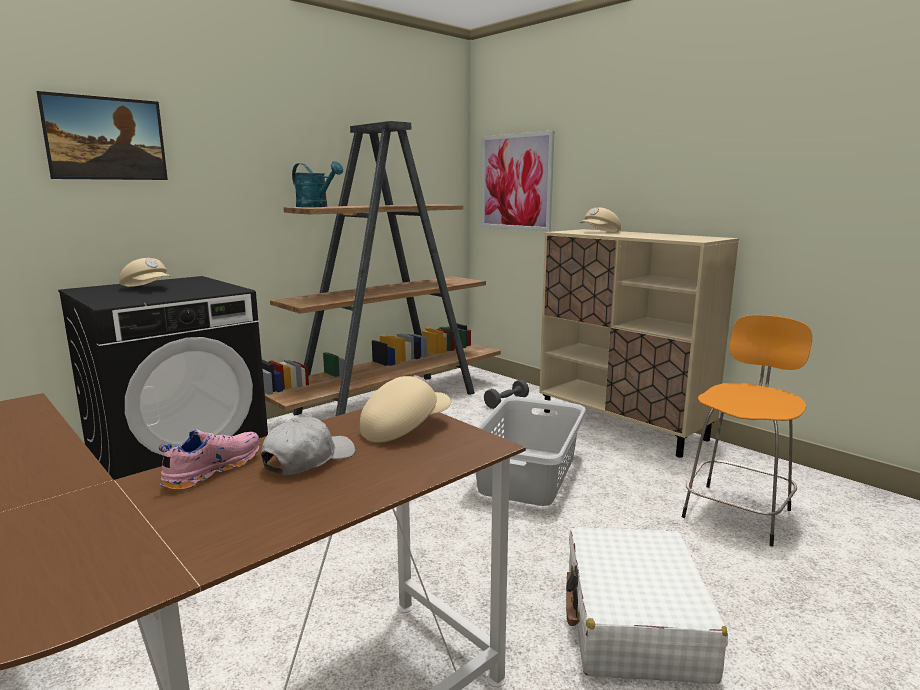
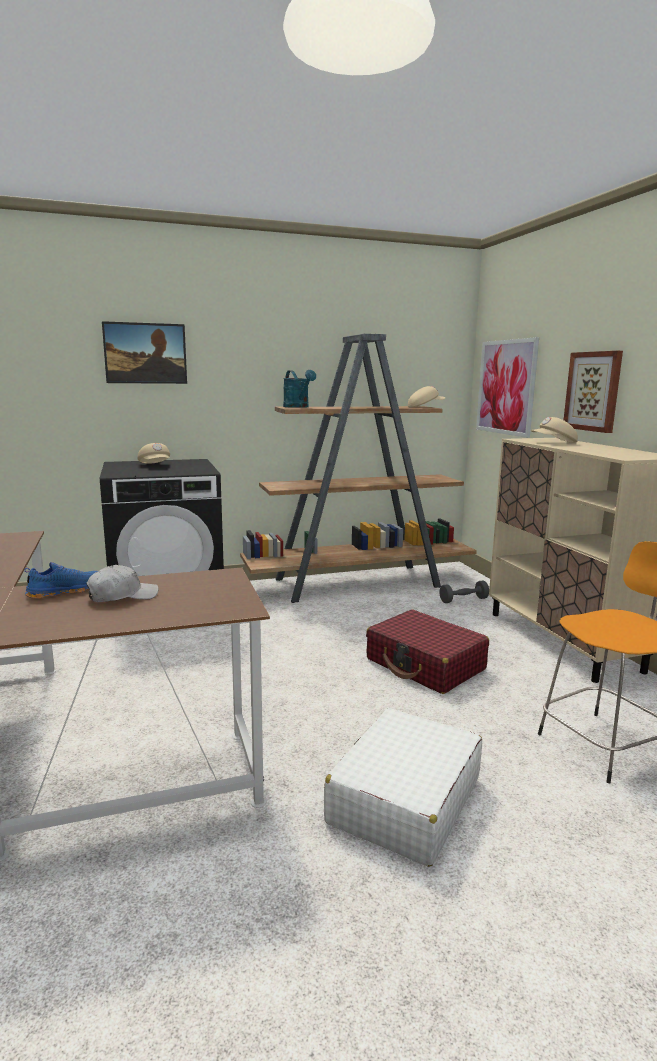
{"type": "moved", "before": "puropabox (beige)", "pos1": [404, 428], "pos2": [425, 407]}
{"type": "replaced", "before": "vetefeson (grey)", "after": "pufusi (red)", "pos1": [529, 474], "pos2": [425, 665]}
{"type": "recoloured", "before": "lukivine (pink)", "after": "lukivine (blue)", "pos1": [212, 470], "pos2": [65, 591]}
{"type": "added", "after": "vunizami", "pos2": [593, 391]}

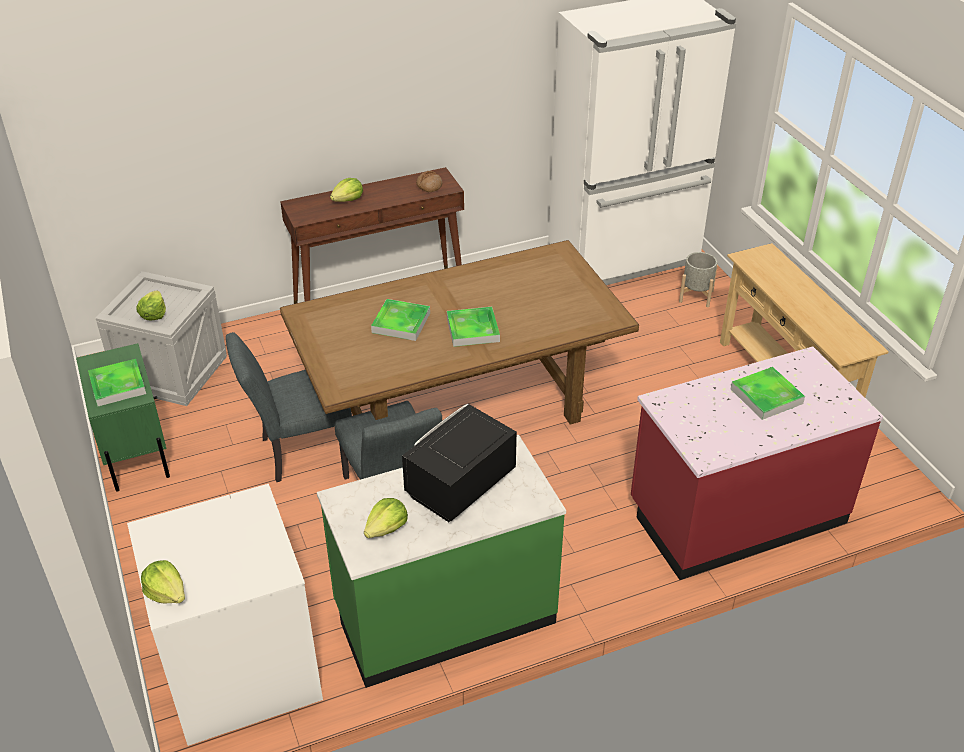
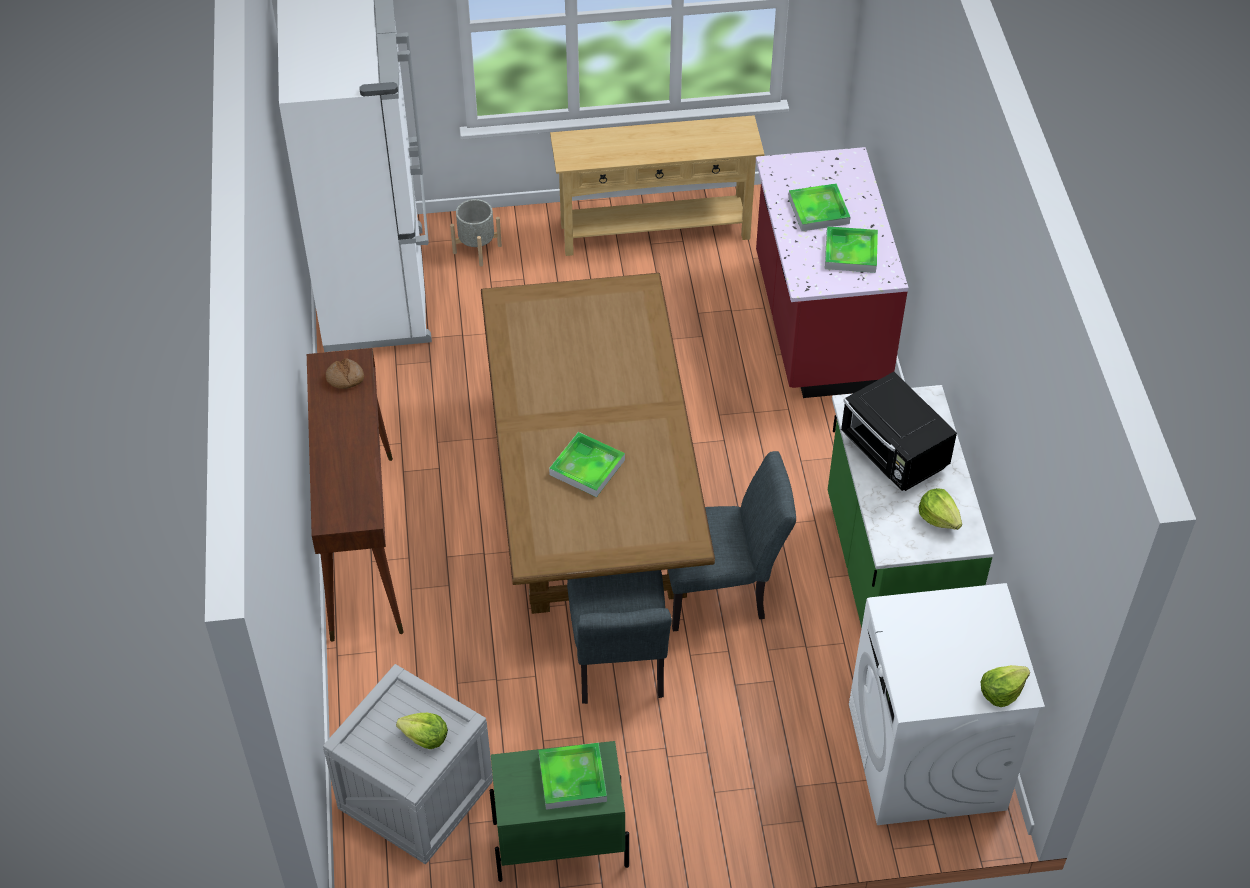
{"type": "removed", "before": "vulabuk", "pos1": [348, 200]}
{"type": "moved", "before": "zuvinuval", "pos1": [473, 329], "pos2": [850, 252]}

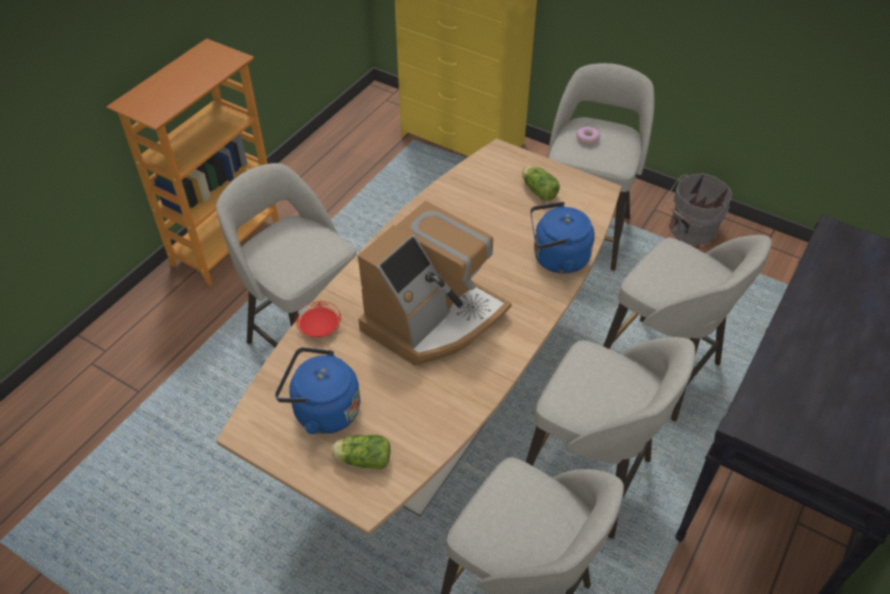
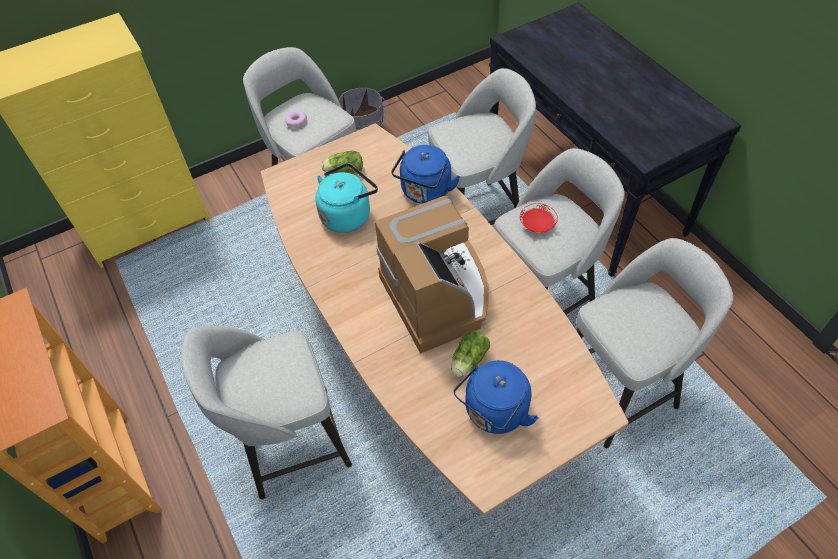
{"type": "moved", "before": "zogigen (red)", "pos1": [320, 328], "pos2": [537, 225]}
{"type": "moved", "before": "vulabuk", "pos1": [362, 459], "pos2": [468, 361]}
{"type": "added", "after": "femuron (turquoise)", "pos2": [348, 215]}

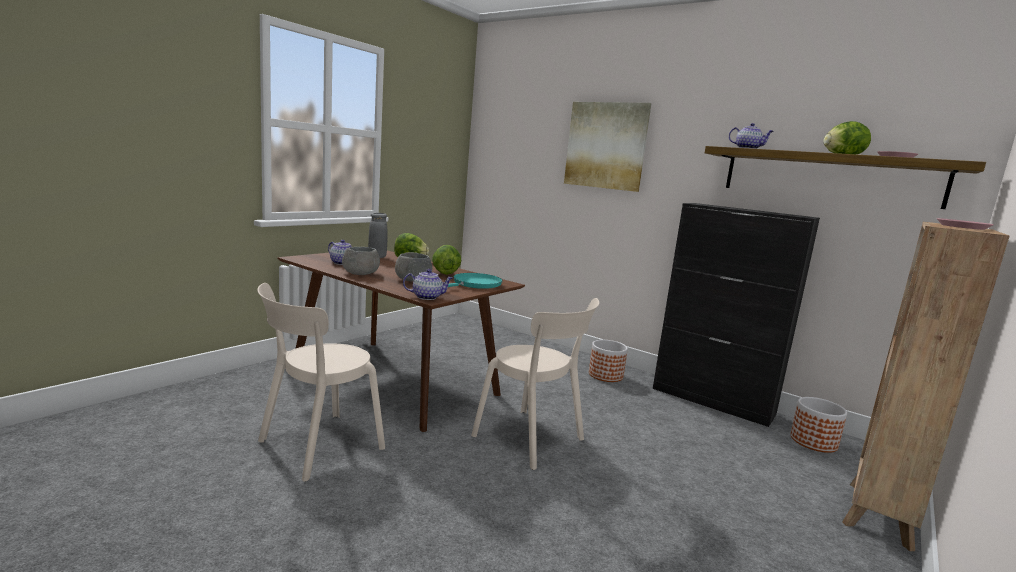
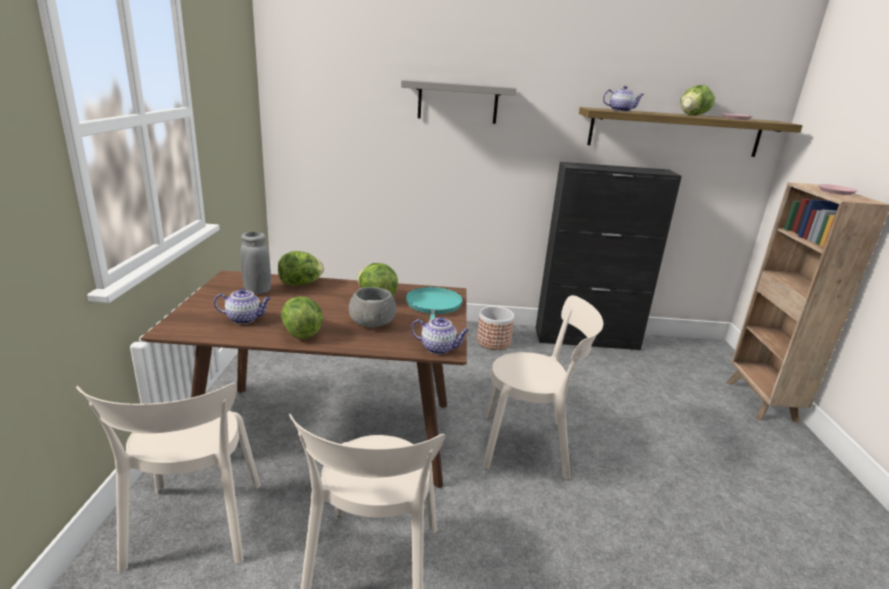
{"type": "replaced", "before": "vunizami", "after": "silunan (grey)", "pos1": [606, 146], "pos2": [457, 102]}
{"type": "replaced", "before": "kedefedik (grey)", "after": "vulabuk", "pos1": [360, 273], "pos2": [301, 332]}
{"type": "turned", "before": "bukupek", "pos1": [427, 297], "pos2": [439, 348], "turn": 60}
{"type": "removed", "before": "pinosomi", "pos1": [813, 442]}
{"type": "added", "after": "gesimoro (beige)", "pos2": [194, 529]}

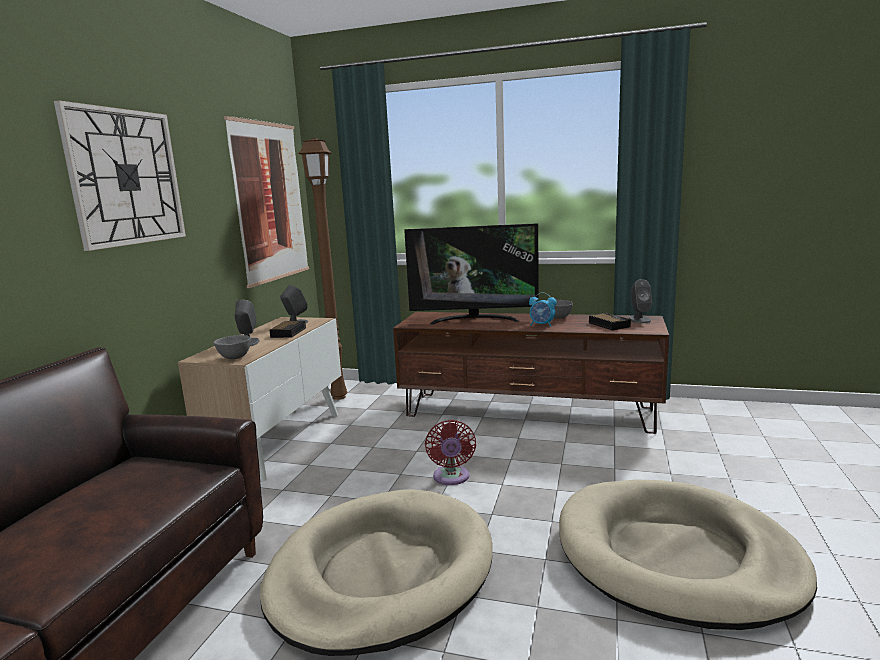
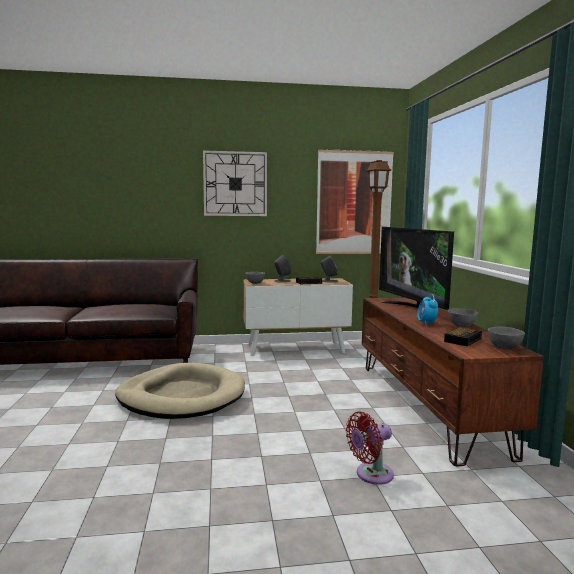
{"type": "replaced", "before": "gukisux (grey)", "after": "kedefedik (grey)", "pos1": [639, 319], "pos2": [505, 348]}
{"type": "moved", "before": "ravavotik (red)", "pos1": [451, 478], "pos2": [371, 475]}
{"type": "removed", "before": "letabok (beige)", "pos1": [676, 556]}

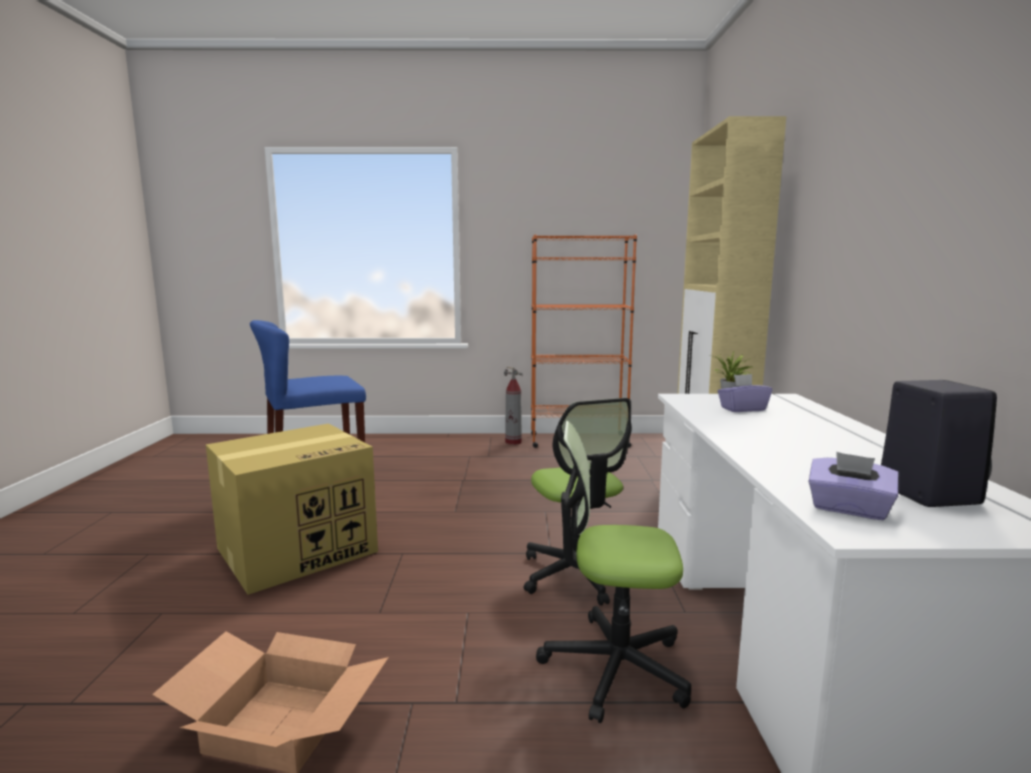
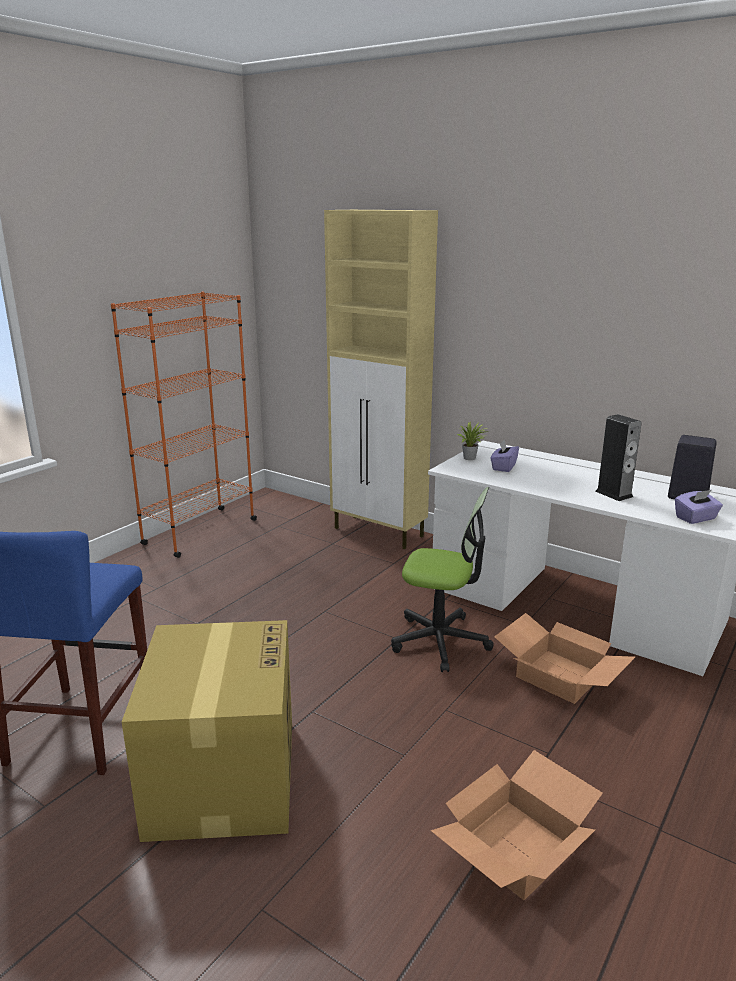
{"type": "removed", "before": "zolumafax", "pos1": [513, 442]}
{"type": "replaced", "before": "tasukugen", "after": "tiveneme", "pos1": [614, 666], "pos2": [558, 676]}
{"type": "added", "after": "gukisux", "pos2": [614, 494]}

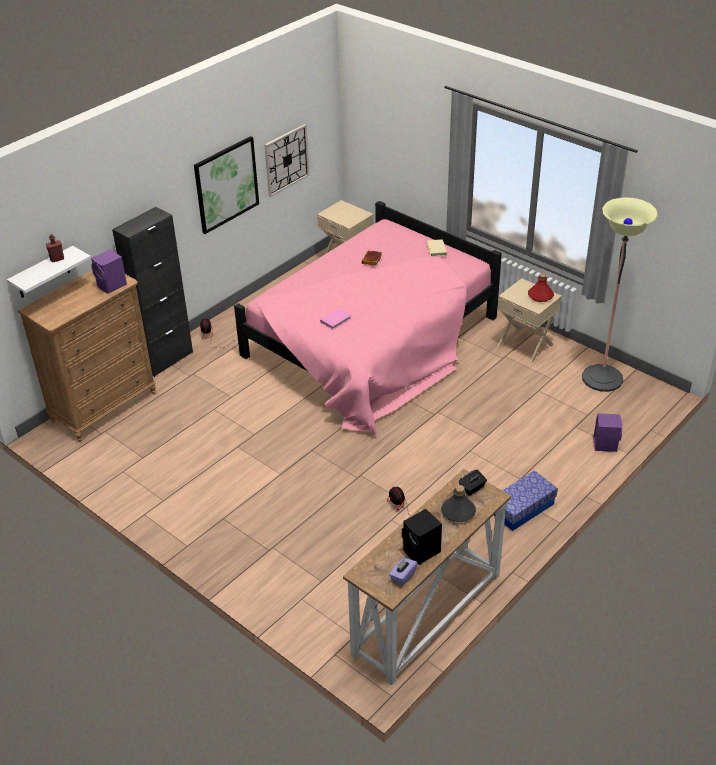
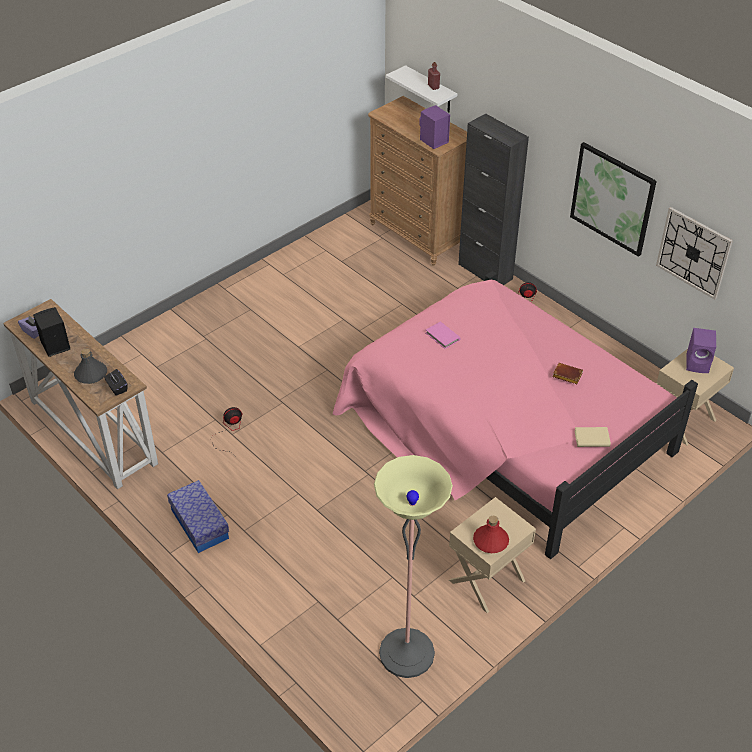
{"type": "moved", "before": "gukisux (purple)", "pos1": [605, 444], "pos2": [698, 364]}

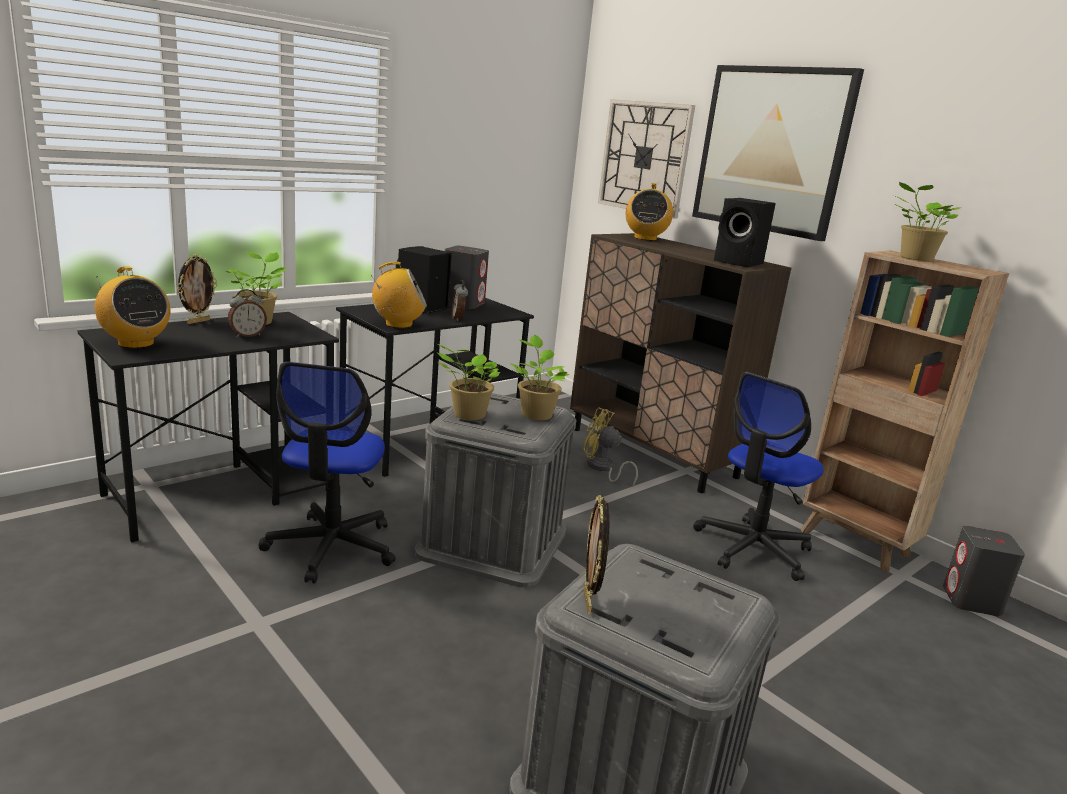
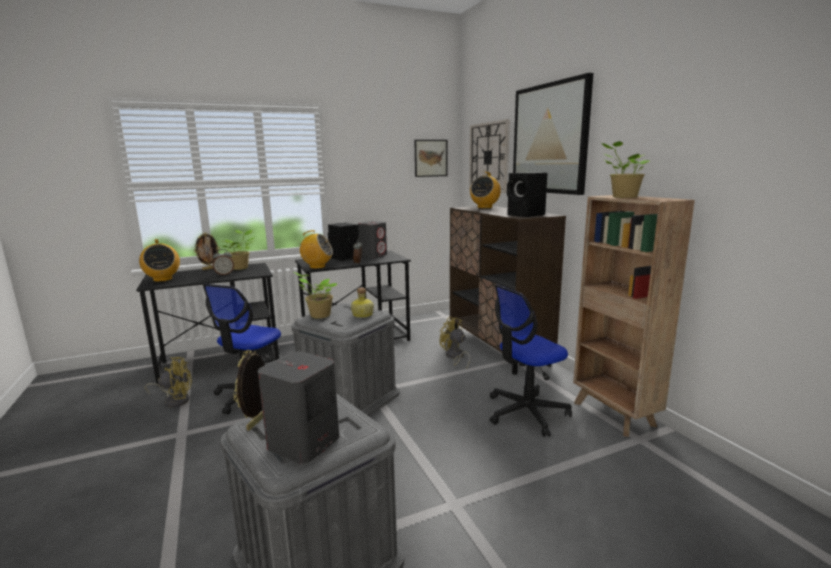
{"type": "replaced", "before": "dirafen", "after": "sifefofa", "pos1": [535, 414], "pos2": [362, 315]}
{"type": "moved", "before": "gukisux (grey)", "pos1": [971, 601], "pos2": [303, 443]}
{"type": "added", "after": "vunizami", "pos2": [431, 158]}
{"type": "added", "after": "ravavotik (yellow)", "pos2": [175, 400]}

